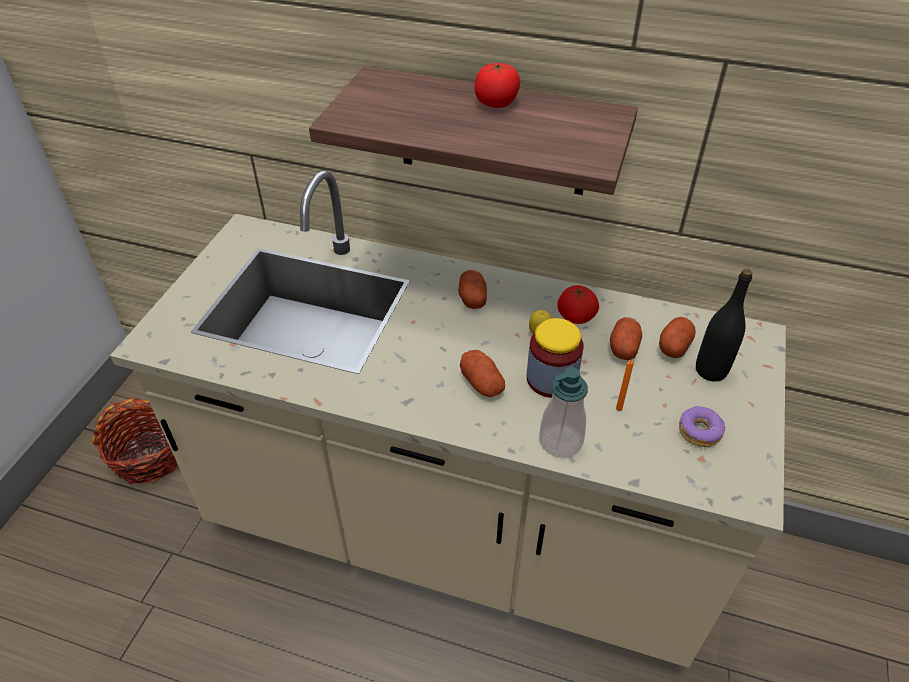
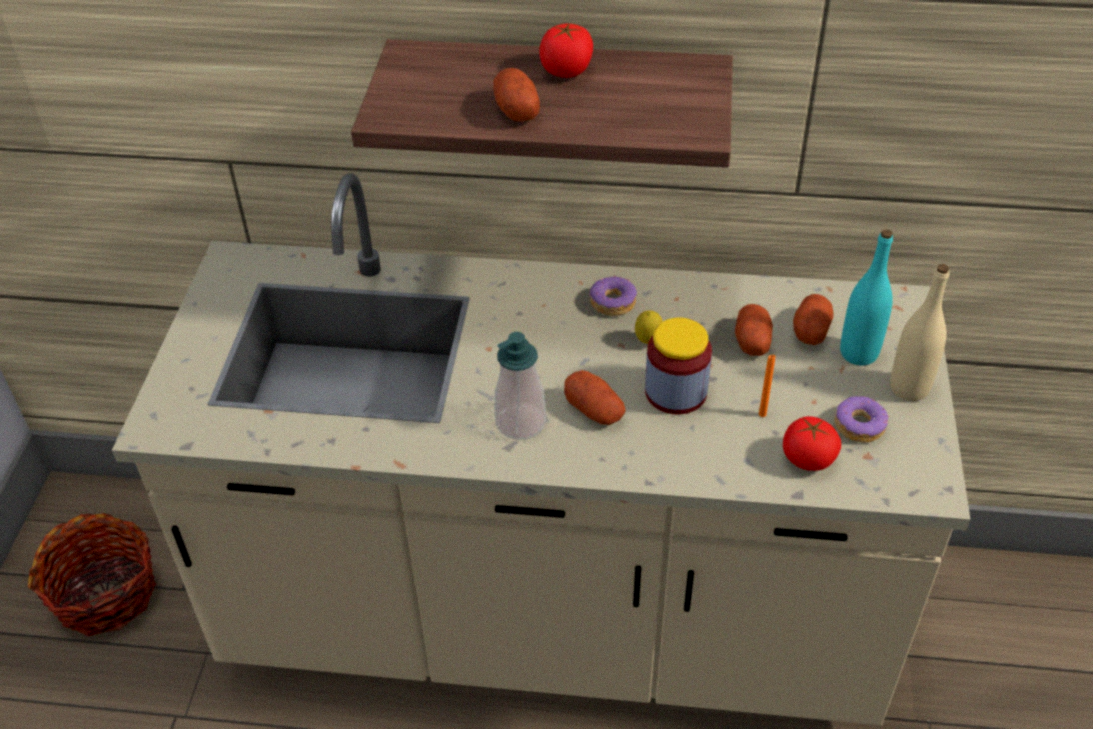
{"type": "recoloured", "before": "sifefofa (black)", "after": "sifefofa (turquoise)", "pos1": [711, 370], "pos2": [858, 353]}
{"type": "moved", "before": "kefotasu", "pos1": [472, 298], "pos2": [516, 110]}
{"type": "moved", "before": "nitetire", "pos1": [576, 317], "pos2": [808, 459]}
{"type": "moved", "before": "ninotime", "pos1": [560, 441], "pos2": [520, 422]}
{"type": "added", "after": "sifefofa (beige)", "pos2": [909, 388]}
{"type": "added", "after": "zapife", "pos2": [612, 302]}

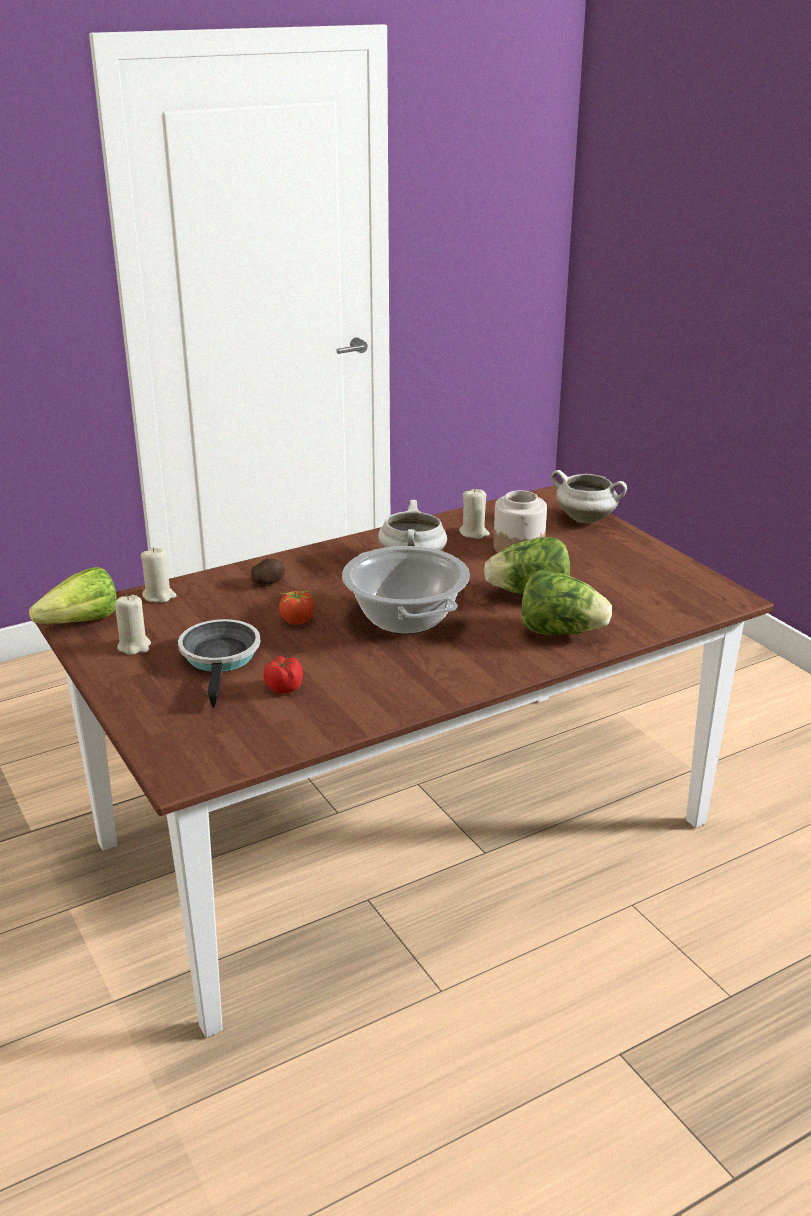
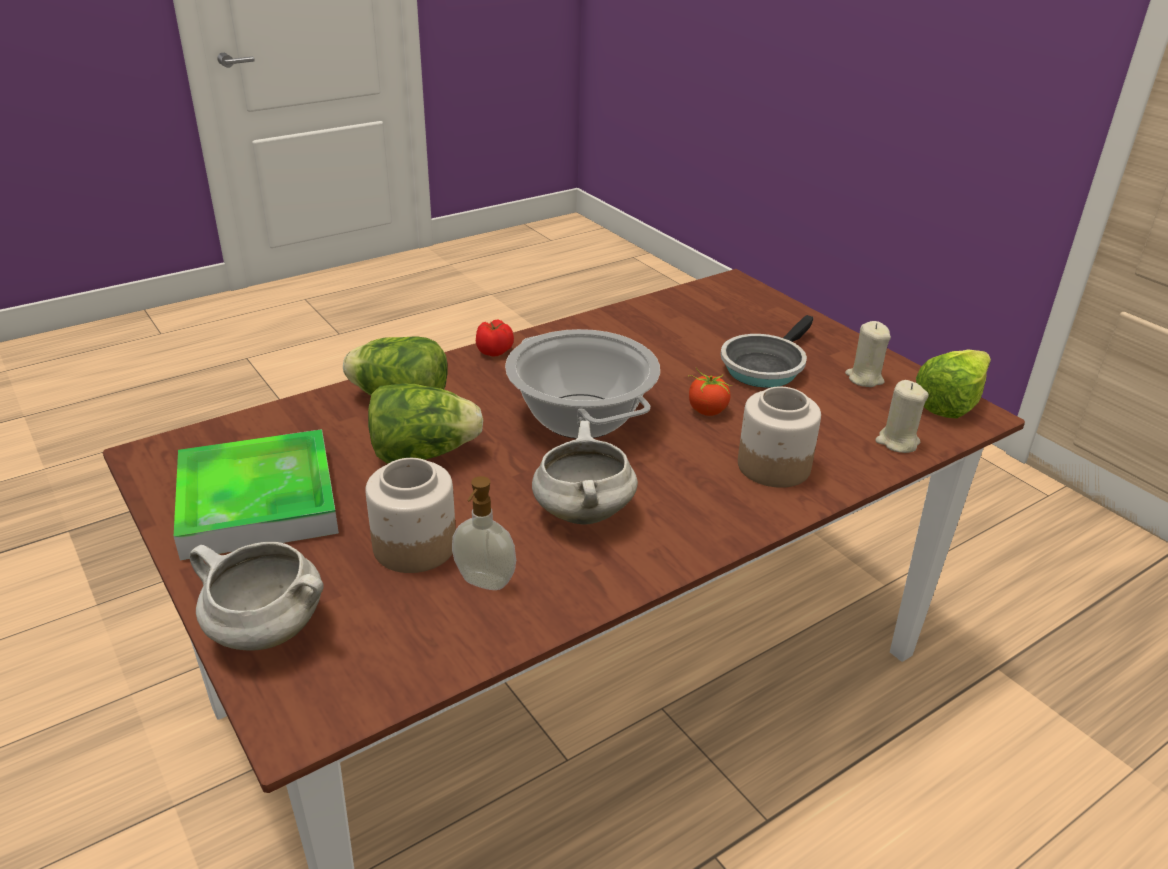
{"type": "replaced", "before": "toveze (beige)", "after": "ninotime", "pos1": [474, 533], "pos2": [484, 582]}
{"type": "replaced", "before": "kefotasu", "after": "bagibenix", "pos1": [268, 583], "pos2": [772, 466]}
{"type": "turned", "before": "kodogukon", "pos1": [221, 659], "pos2": [764, 366], "turn": 45}
{"type": "moved", "before": "nitetire", "pos1": [283, 687], "pos2": [495, 351]}
{"type": "added", "after": "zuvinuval", "pos2": [258, 501]}

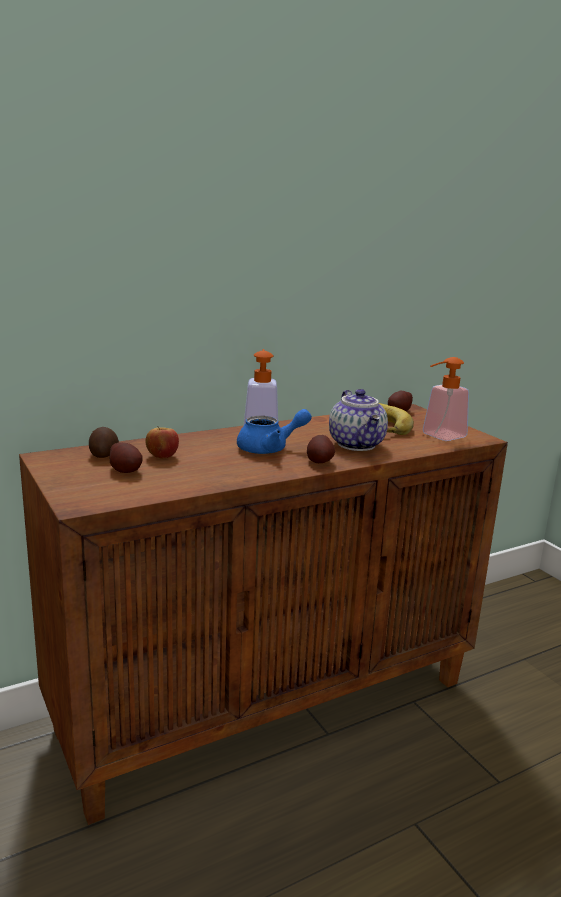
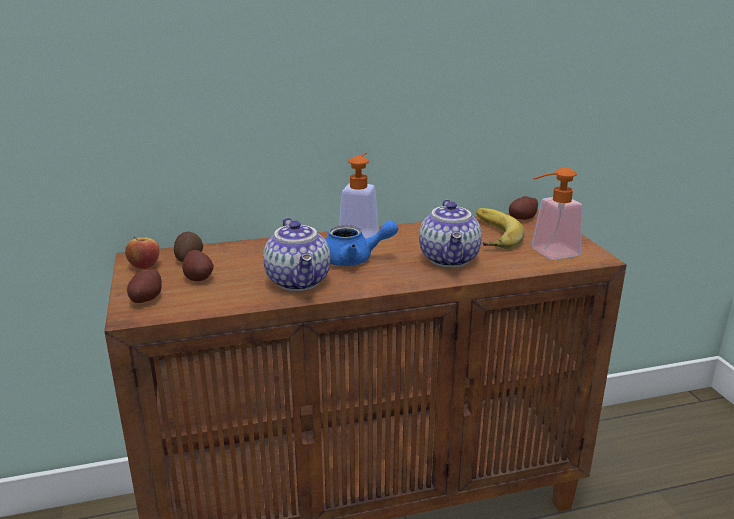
{"type": "moved", "before": "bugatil", "pos1": [162, 456], "pos2": [144, 266]}
{"type": "moved", "before": "kefotasu", "pos1": [320, 461], "pos2": [146, 299]}
{"type": "added", "after": "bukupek", "pos2": [300, 281]}

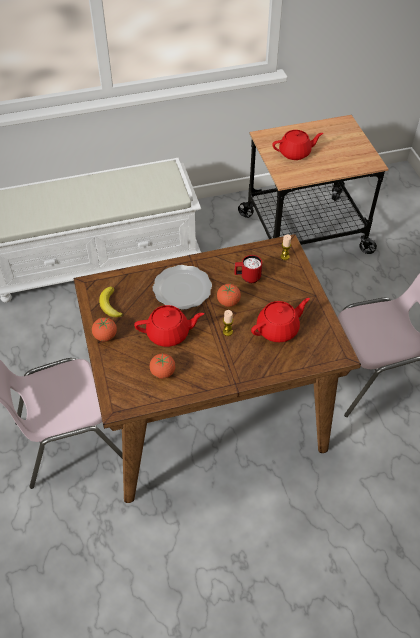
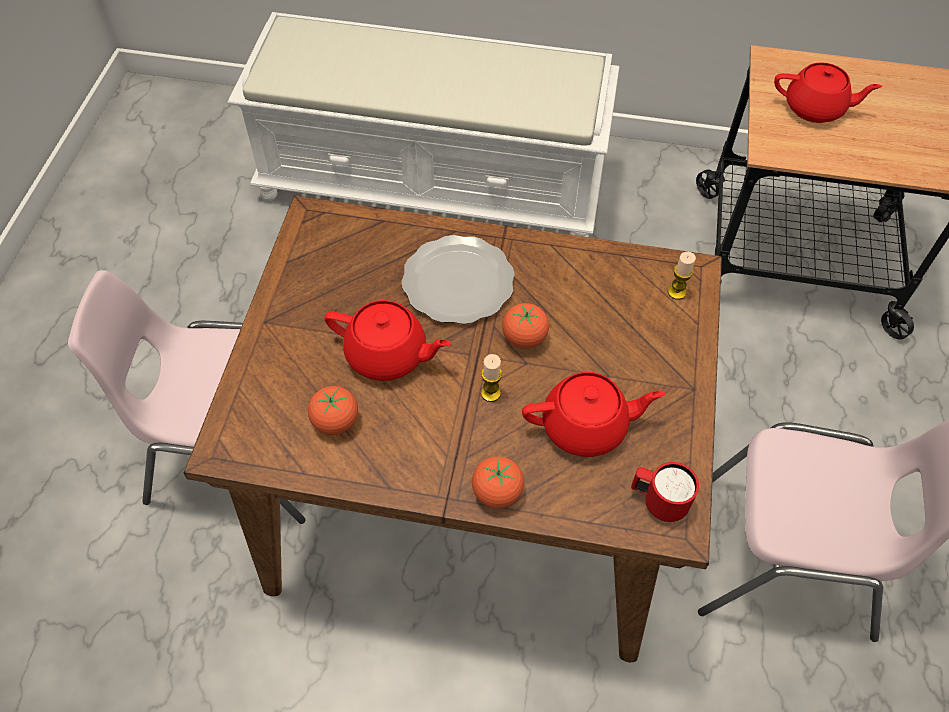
{"type": "moved", "before": "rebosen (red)", "pos1": [247, 278], "pos2": [658, 502]}
{"type": "removed", "before": "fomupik", "pos1": [110, 305]}
{"type": "moved", "before": "nitetire", "pos1": [105, 336], "pos2": [497, 492]}

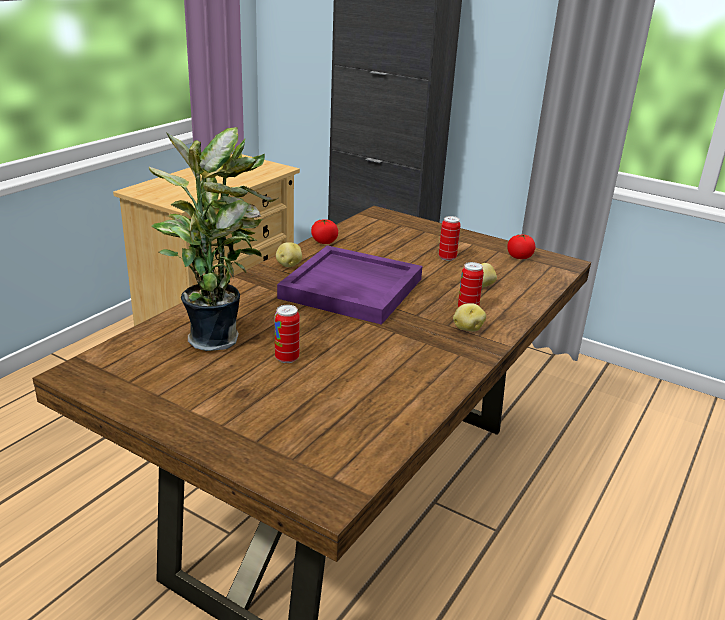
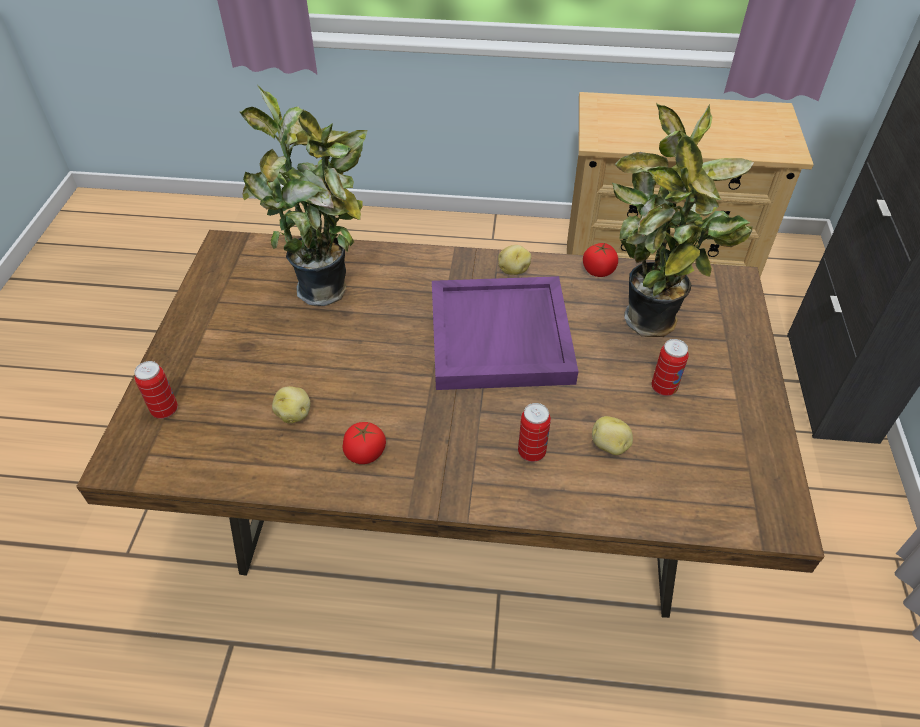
{"type": "moved", "before": "nitetire", "pos1": [519, 257], "pos2": [365, 453]}
{"type": "moved", "before": "kefotasu", "pos1": [467, 328], "pos2": [294, 414]}
{"type": "moved", "before": "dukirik", "pos1": [287, 358], "pos2": [165, 410]}
{"type": "added", "after": "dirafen", "pos2": [652, 325]}

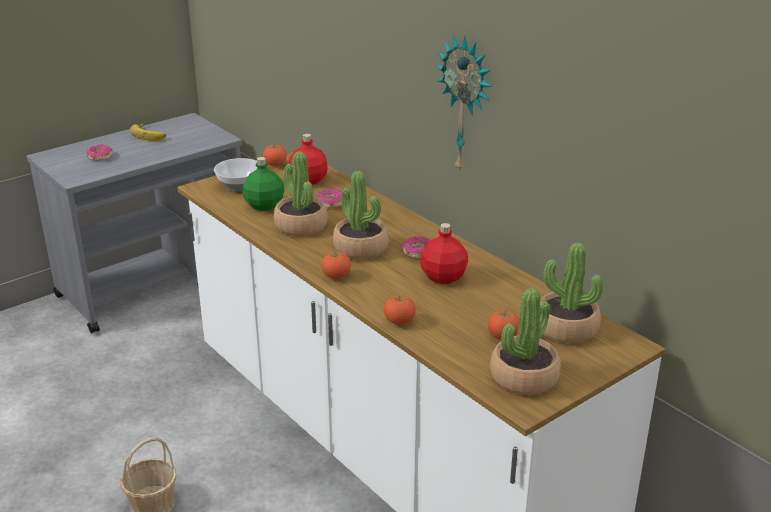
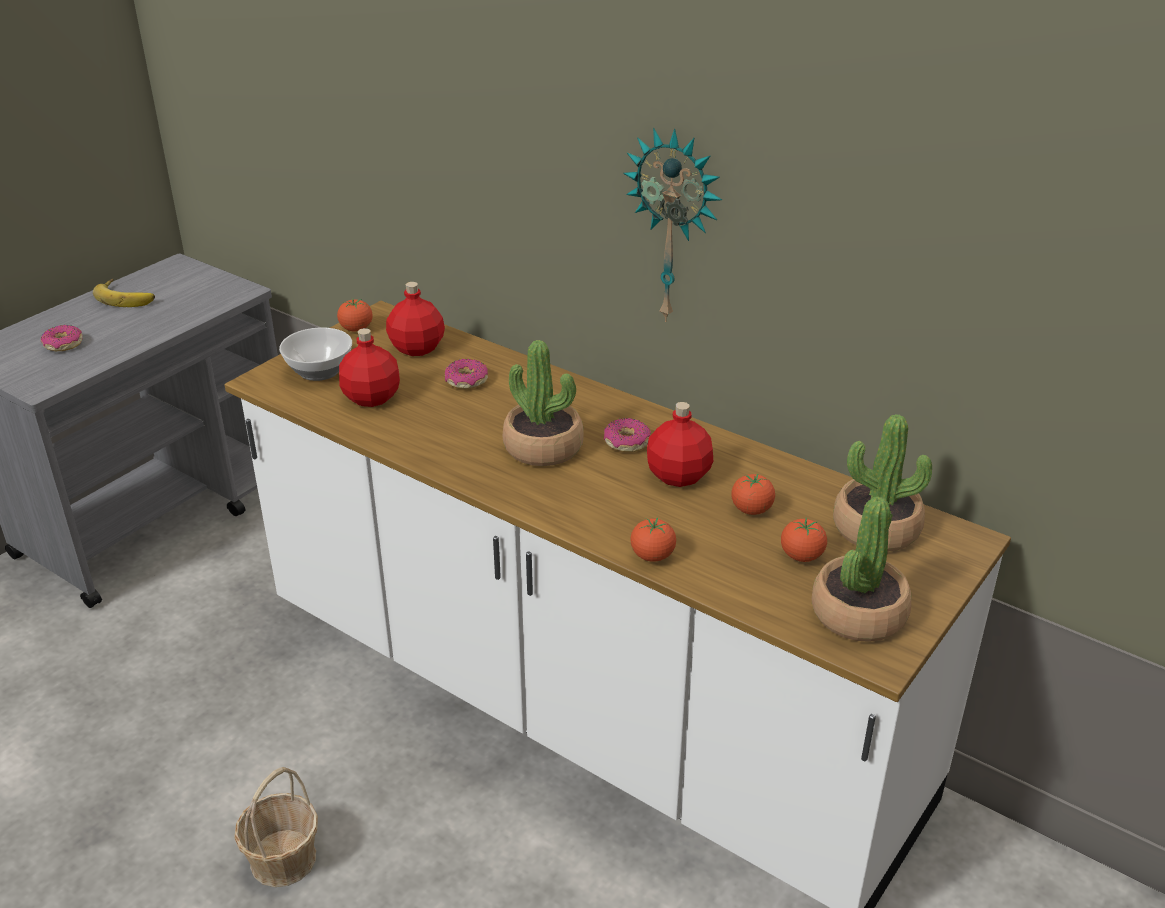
{"type": "removed", "before": "dirafen", "pos1": [301, 226]}
{"type": "recoloured", "before": "sifefofa (green)", "after": "sifefofa (red)", "pos1": [263, 205], "pos2": [370, 398]}
{"type": "moved", "before": "nitetire", "pos1": [336, 277], "pos2": [751, 510]}

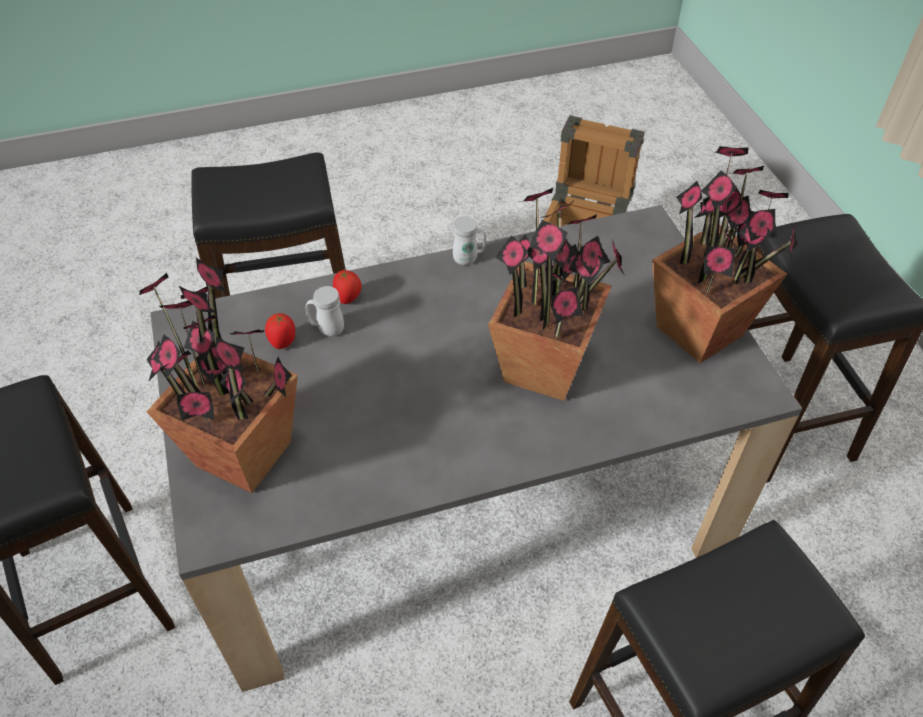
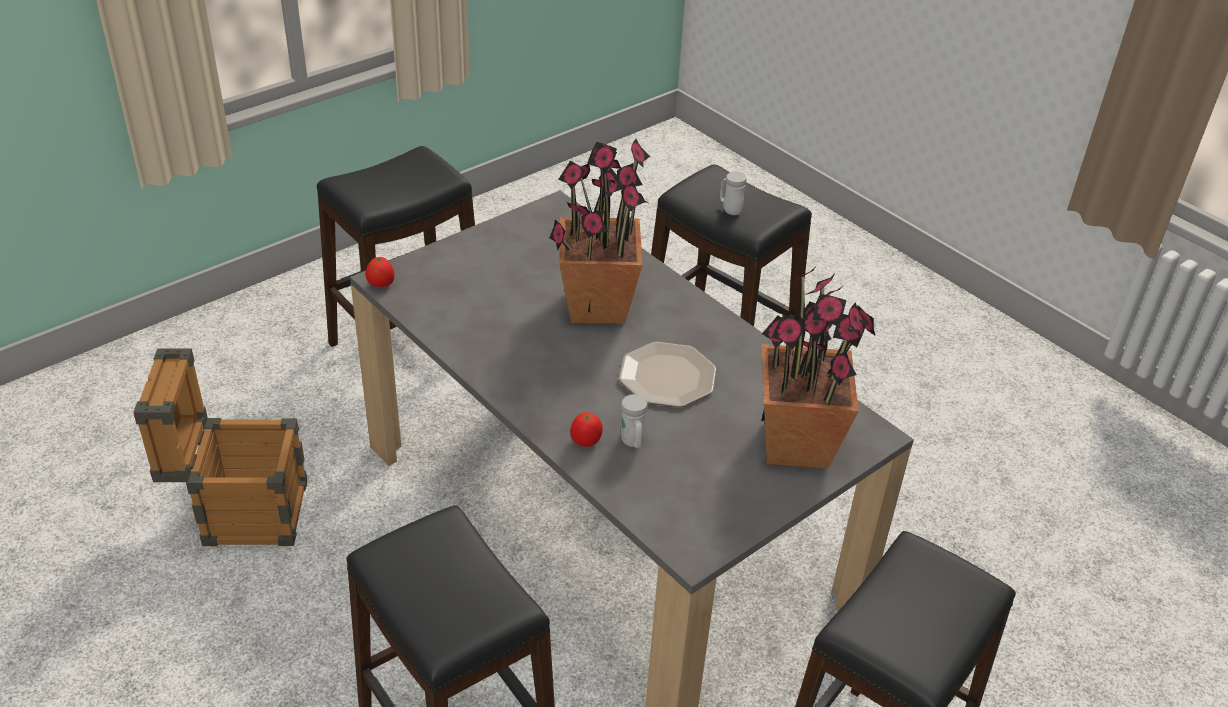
{"type": "removed", "before": "dirafen", "pos1": [700, 331]}
{"type": "moved", "before": "rebosen (white)", "pos1": [469, 258], "pos2": [729, 209]}
{"type": "moved", "before": "nitetire", "pos1": [283, 342], "pos2": [381, 285]}
{"type": "added", "after": "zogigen", "pos2": [668, 376]}

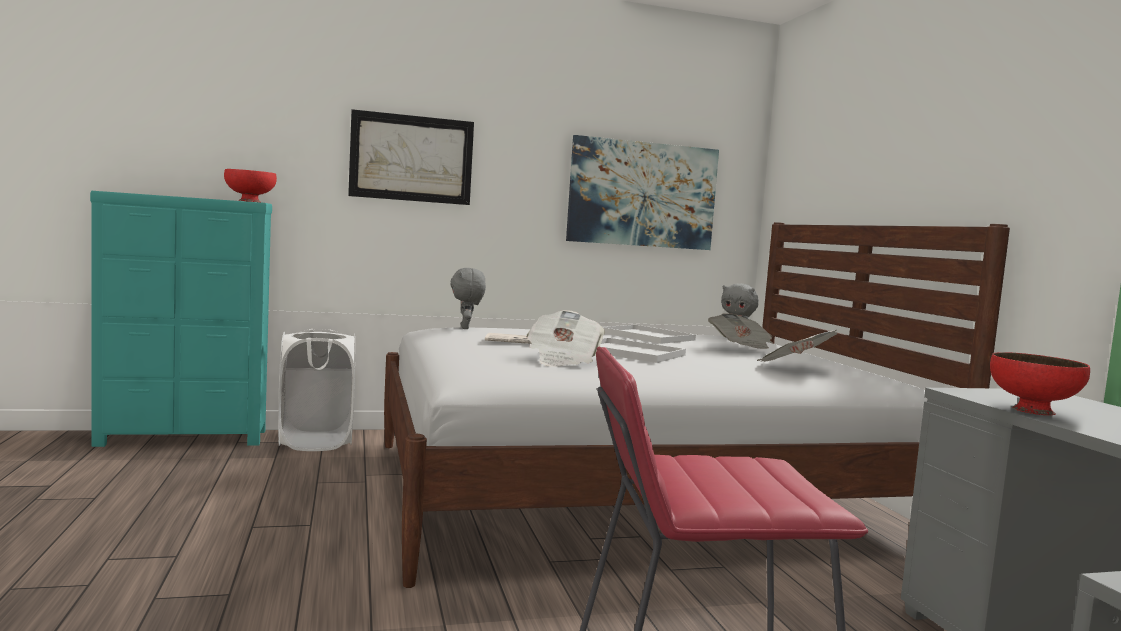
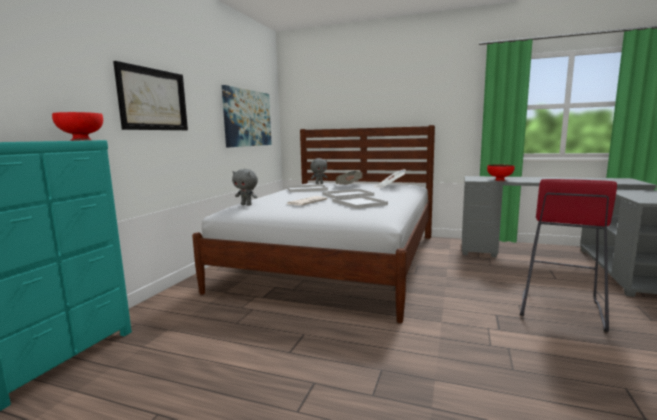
{"type": "replaced", "before": "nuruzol", "after": "zuvinuval (white)", "pos1": [562, 360], "pos2": [360, 203]}
{"type": "removed", "before": "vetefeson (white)", "pos1": [315, 442]}

